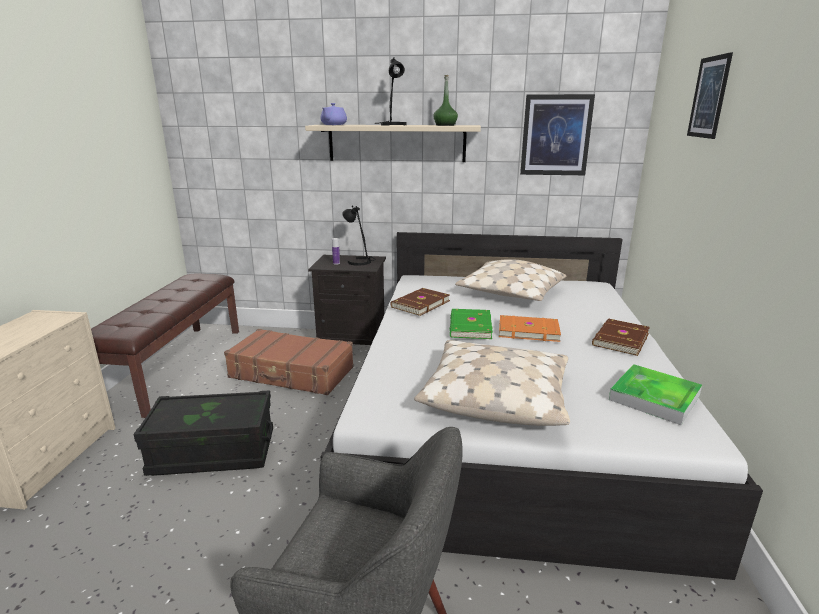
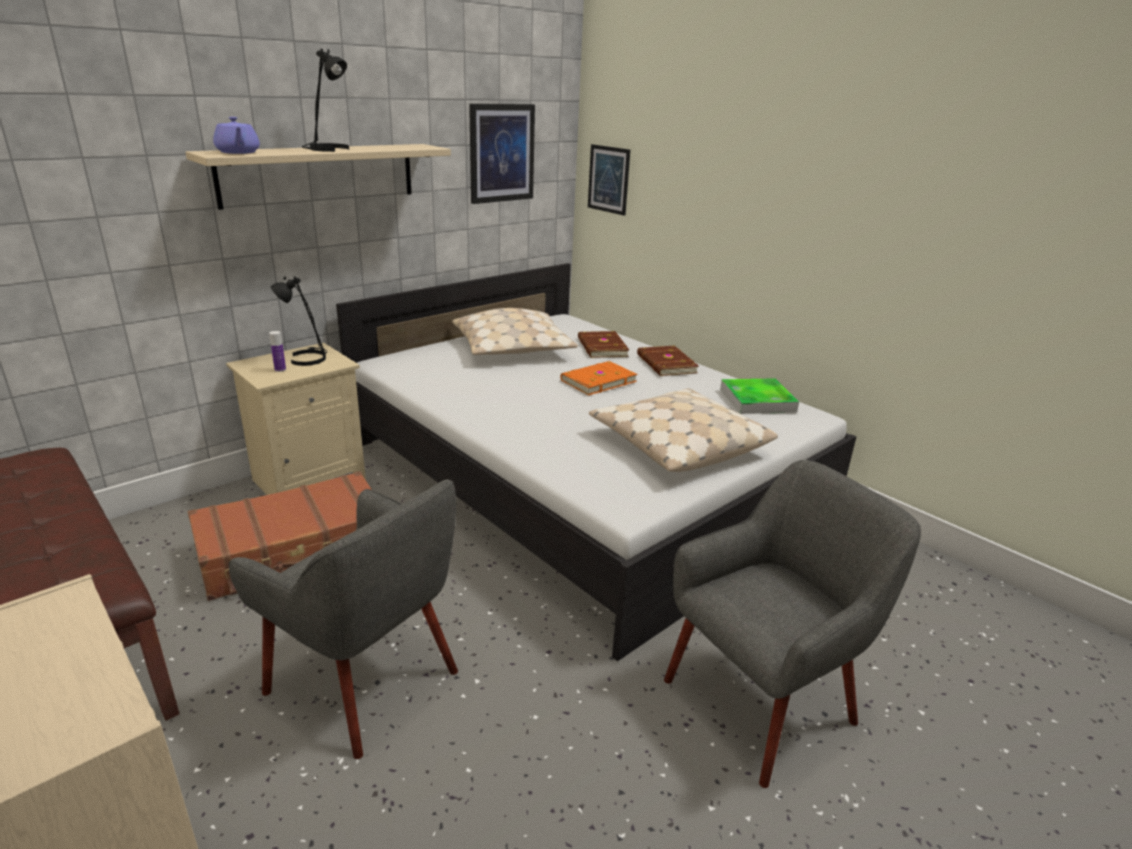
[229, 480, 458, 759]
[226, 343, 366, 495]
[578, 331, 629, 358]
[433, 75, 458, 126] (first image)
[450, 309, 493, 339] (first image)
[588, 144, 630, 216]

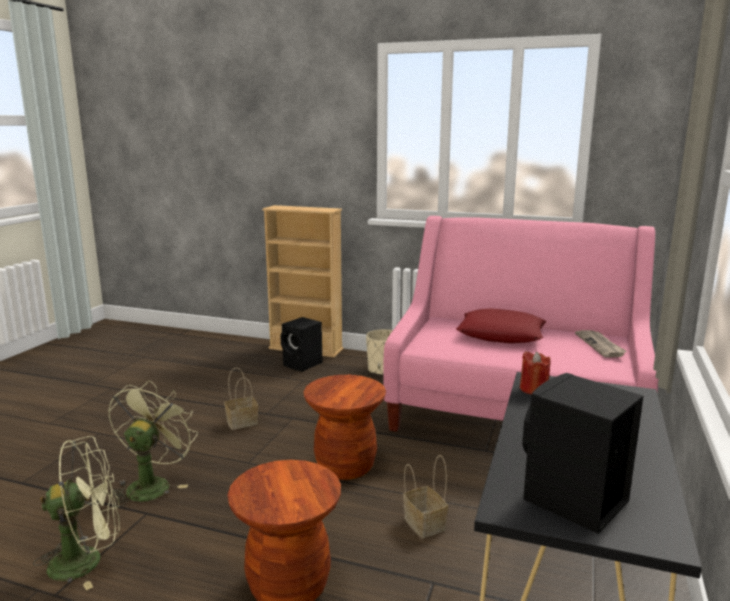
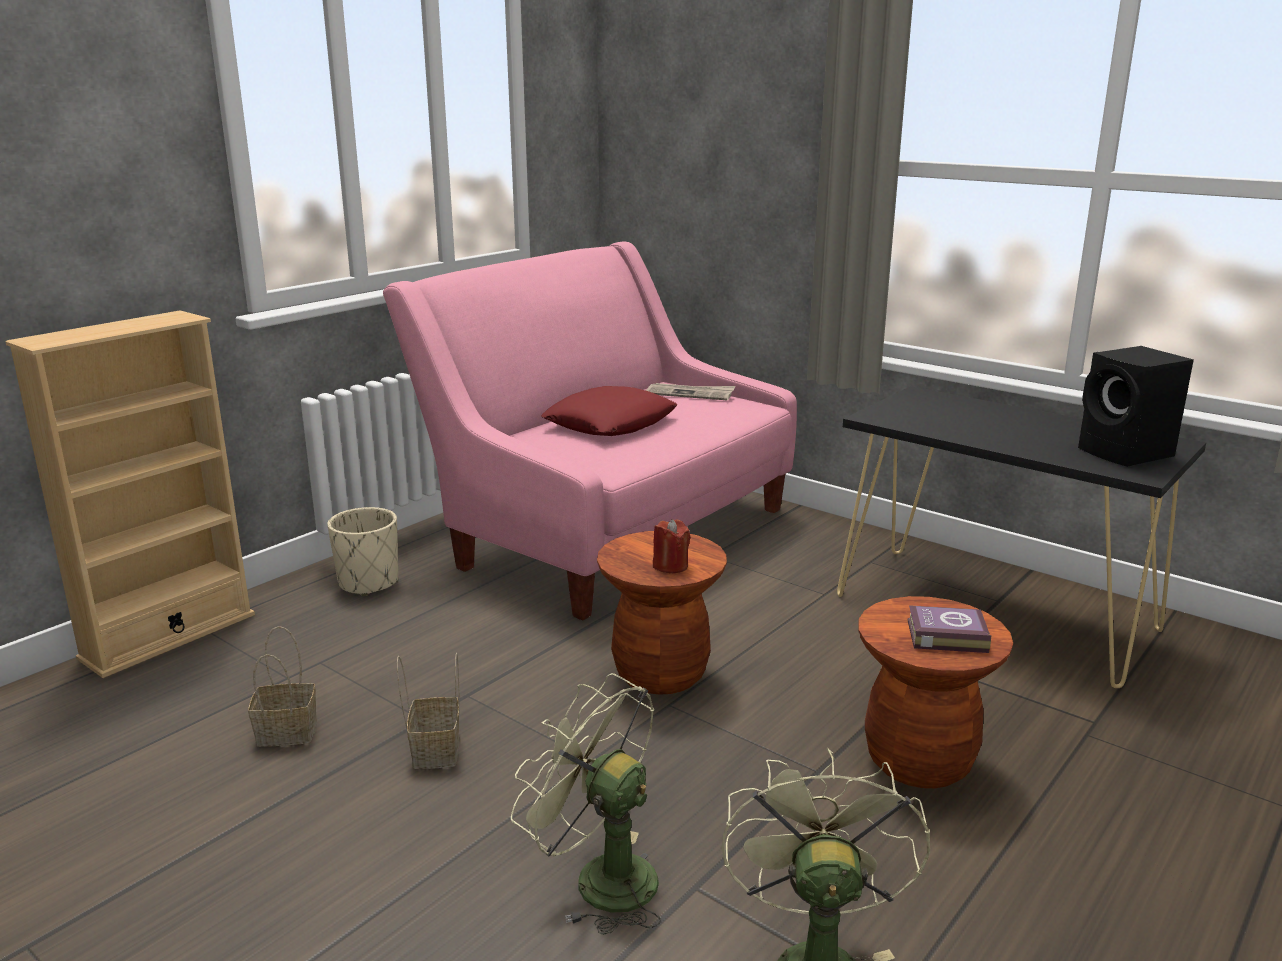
[280, 317, 323, 372] (first image)
[248, 626, 317, 747]
[653, 519, 691, 573]
[908, 605, 991, 653]

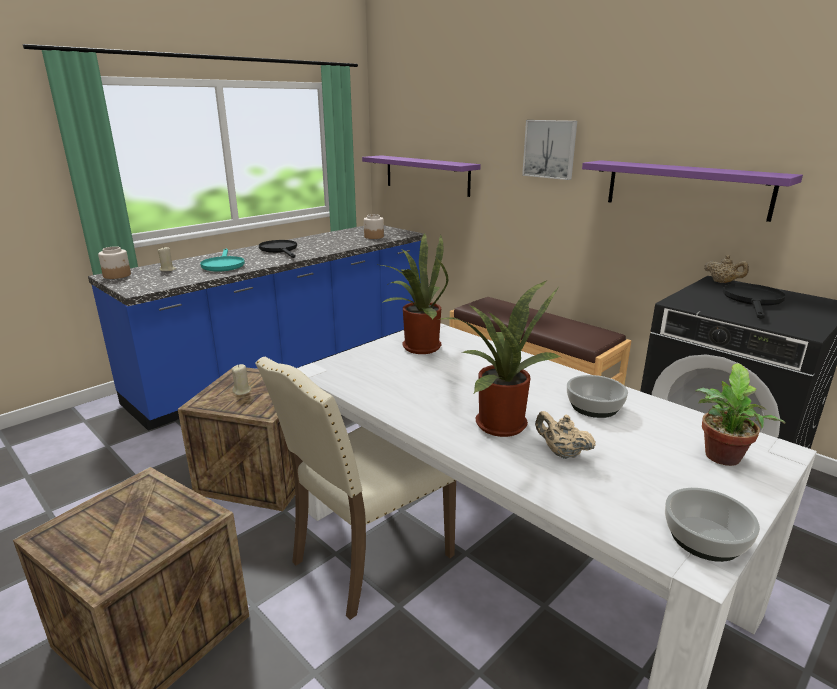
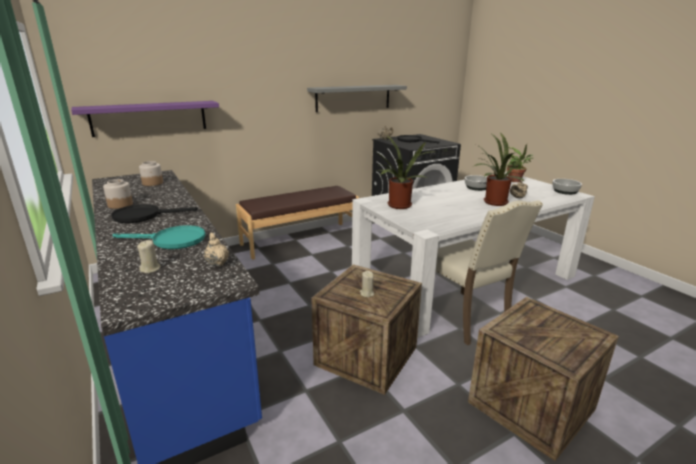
[103, 179, 133, 209]
[522, 120, 577, 180] (first image)
[307, 85, 407, 112]
[204, 233, 229, 266]

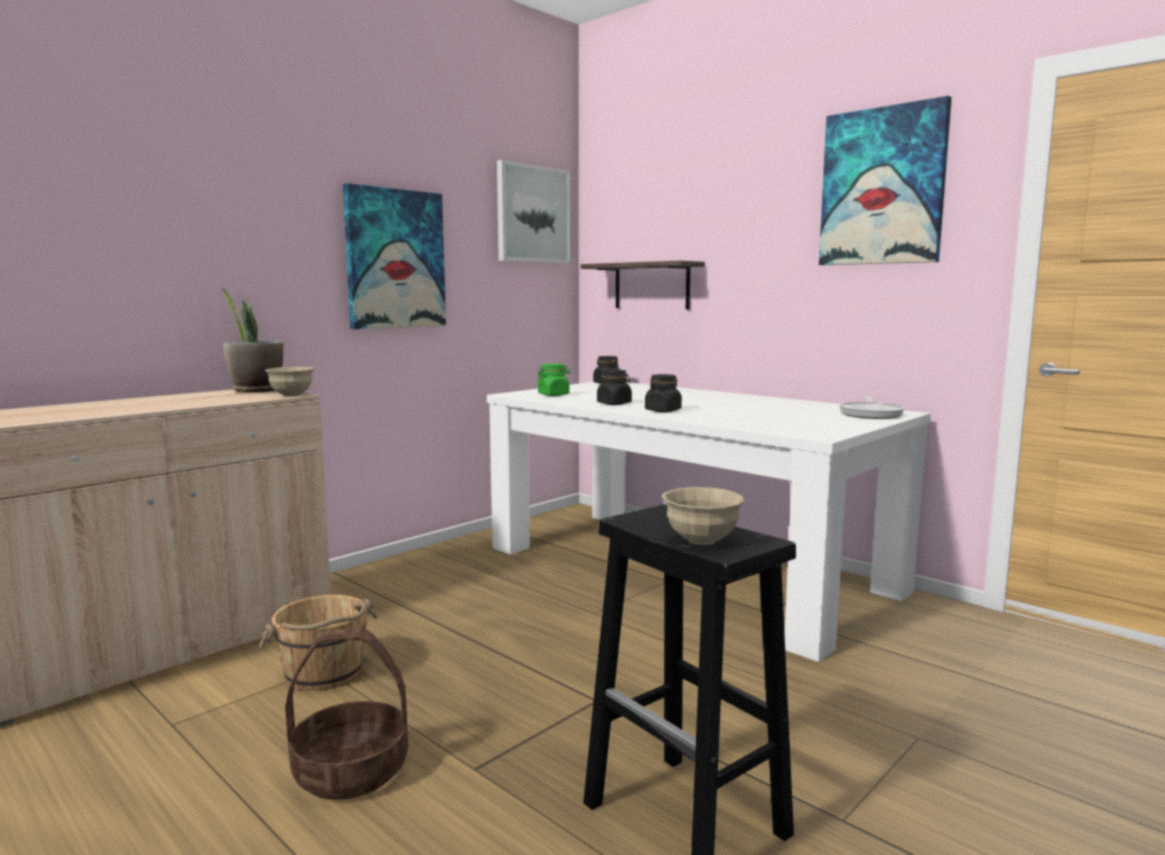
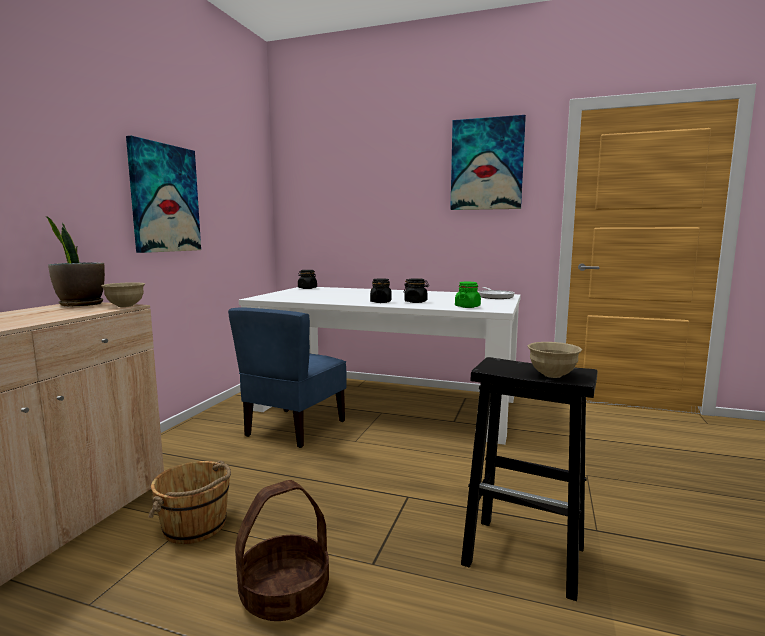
[497, 160, 571, 264] (first image)
[455, 282, 481, 308]
[580, 261, 705, 309] (first image)
[403, 278, 429, 303]
[228, 308, 347, 448]

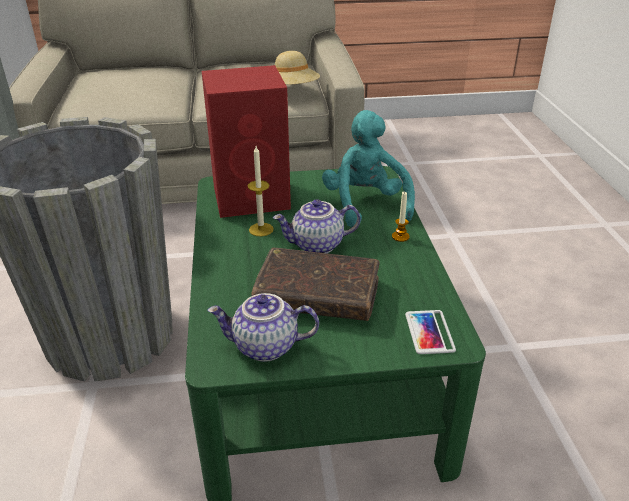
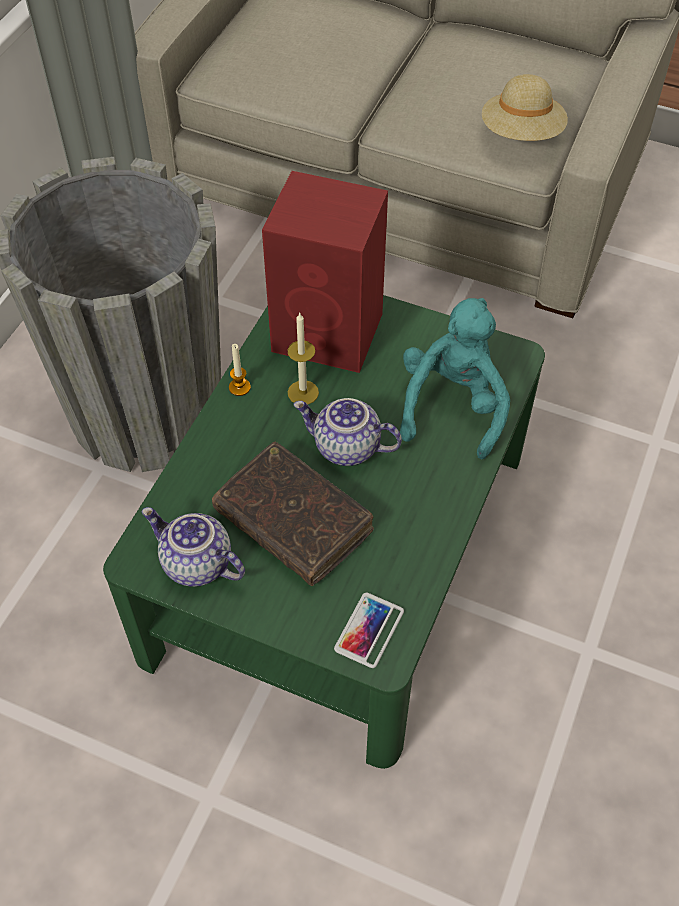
[229, 344, 251, 396]

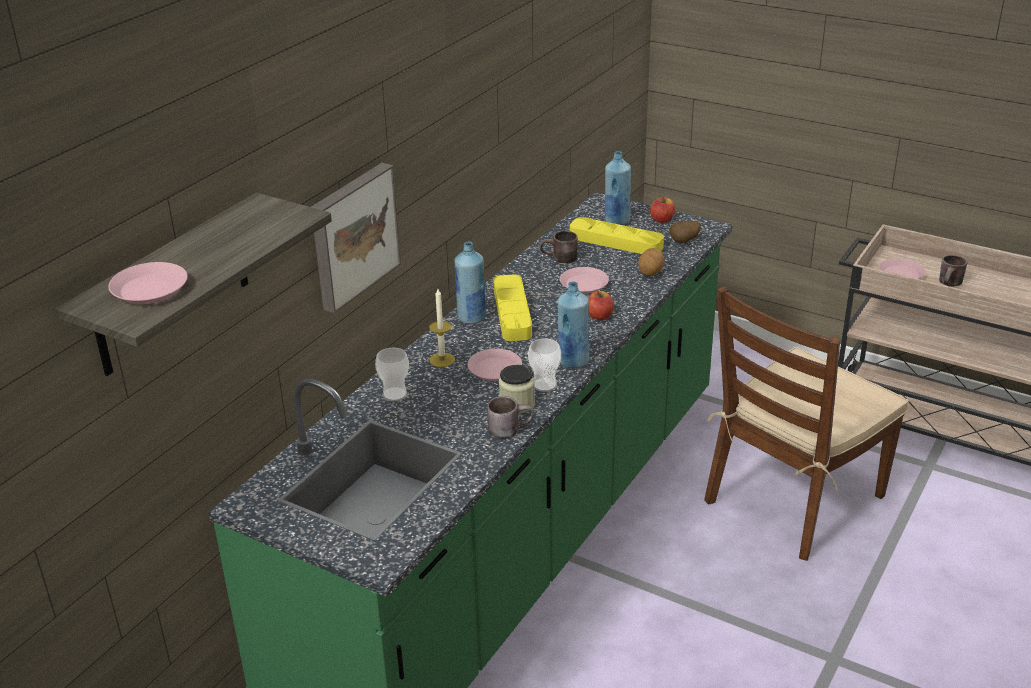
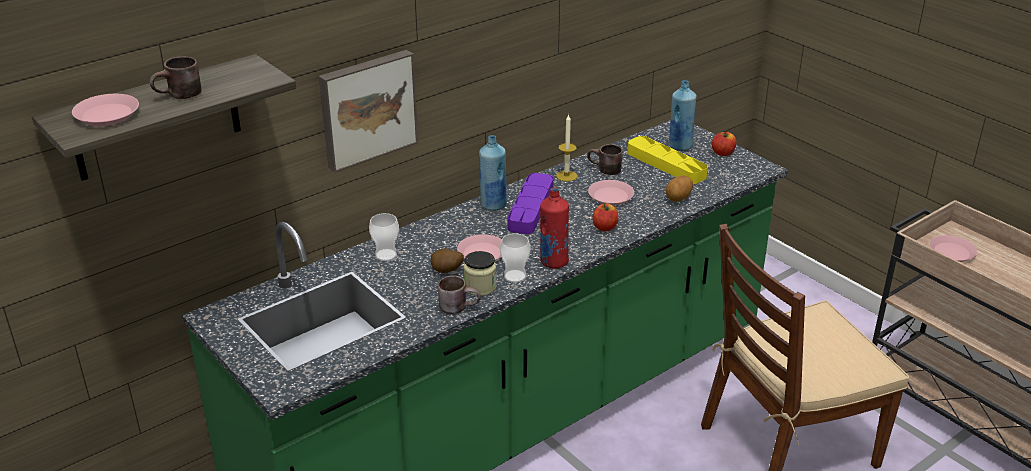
[556, 114, 577, 181]
[508, 173, 554, 234]
[540, 188, 569, 269]
[431, 249, 464, 273]
[149, 56, 201, 99]

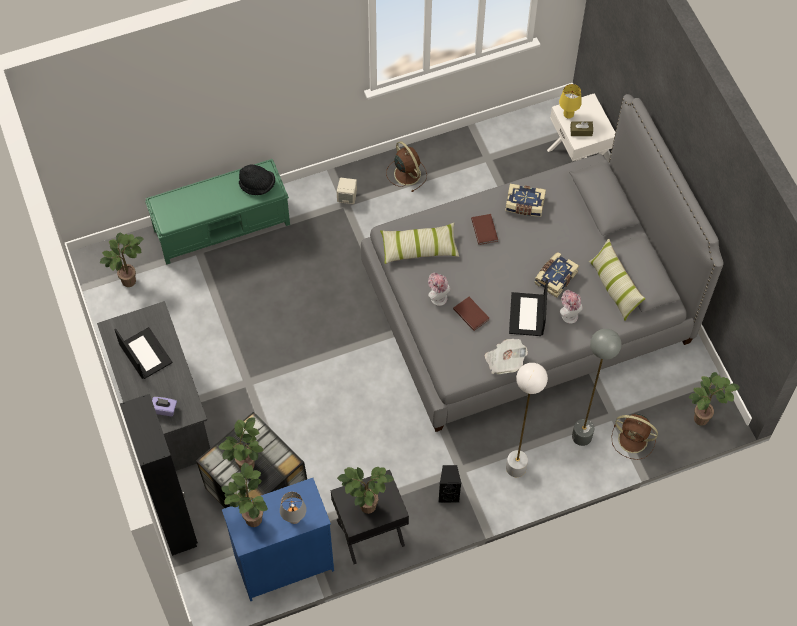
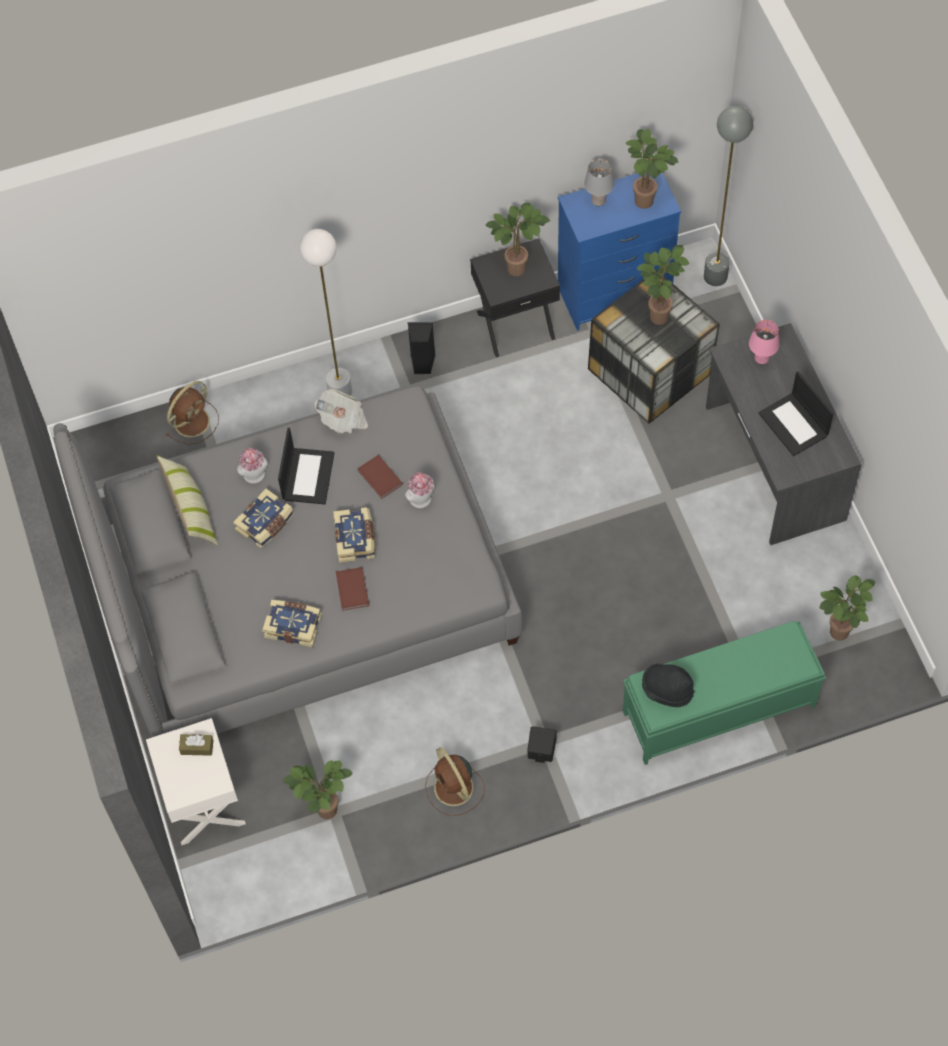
[120, 394, 198, 556] (first image)
[749, 320, 779, 364]
[527, 726, 556, 763]
[380, 223, 459, 264] (first image)
[559, 84, 582, 119] (first image)
[704, 106, 753, 286]
[166, 381, 219, 445]
[283, 760, 353, 819]
[333, 507, 375, 563]

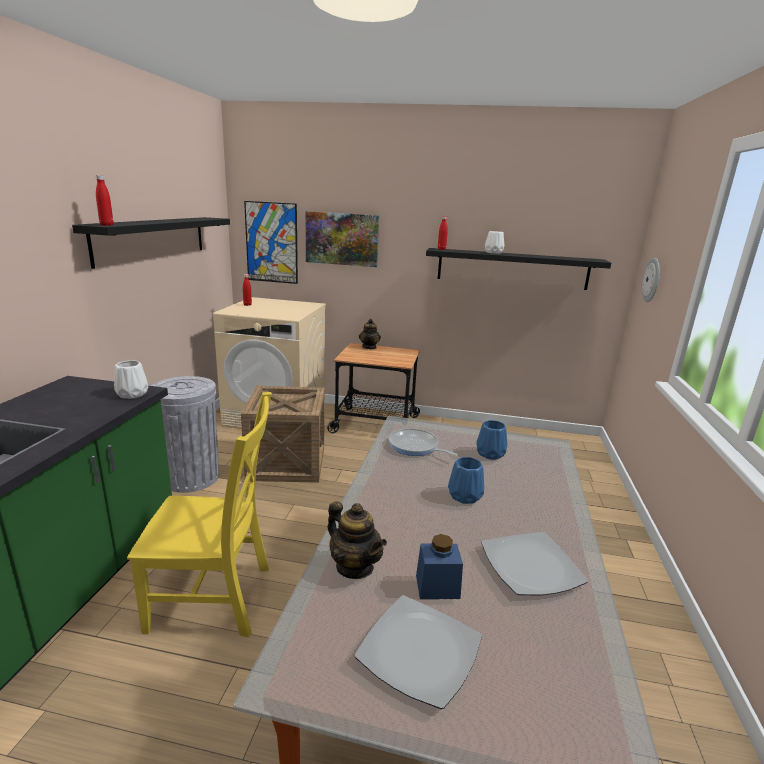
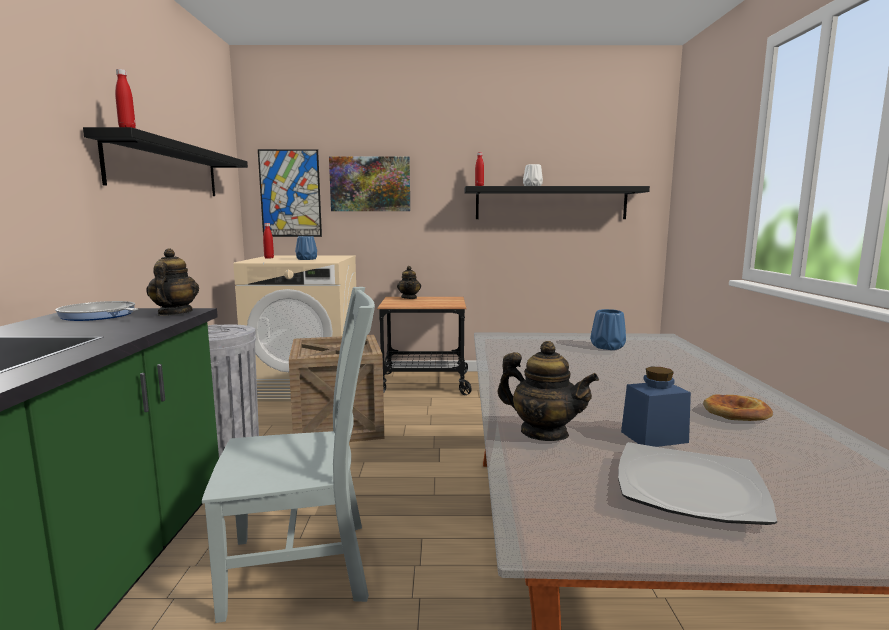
[146, 248, 199, 316]
[202, 287, 375, 623]
[55, 301, 138, 321]
[295, 236, 317, 260]
[703, 394, 773, 421]
[642, 258, 660, 302] (first image)

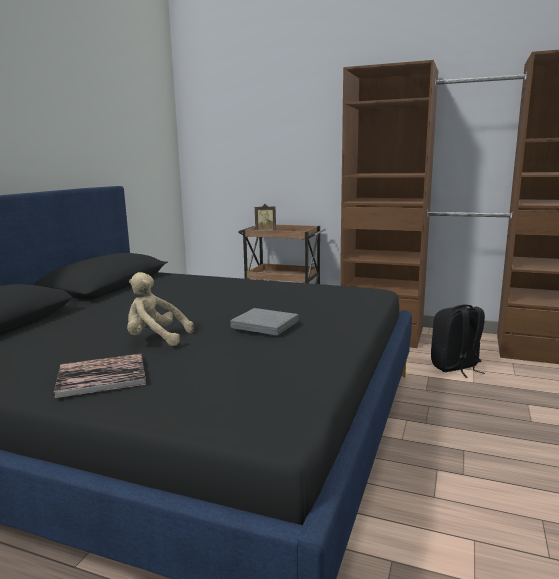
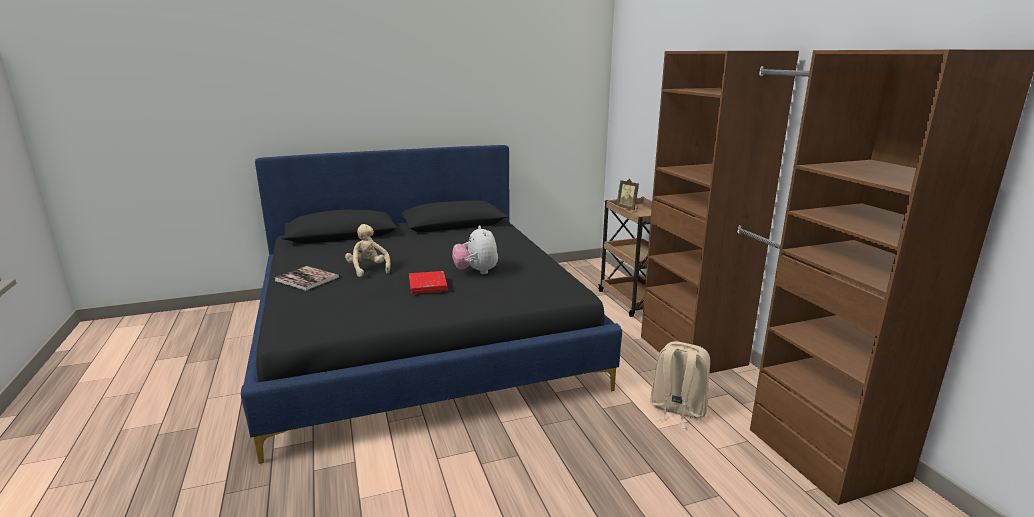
[409, 271, 448, 294]
[650, 341, 710, 429]
[452, 225, 498, 274]

